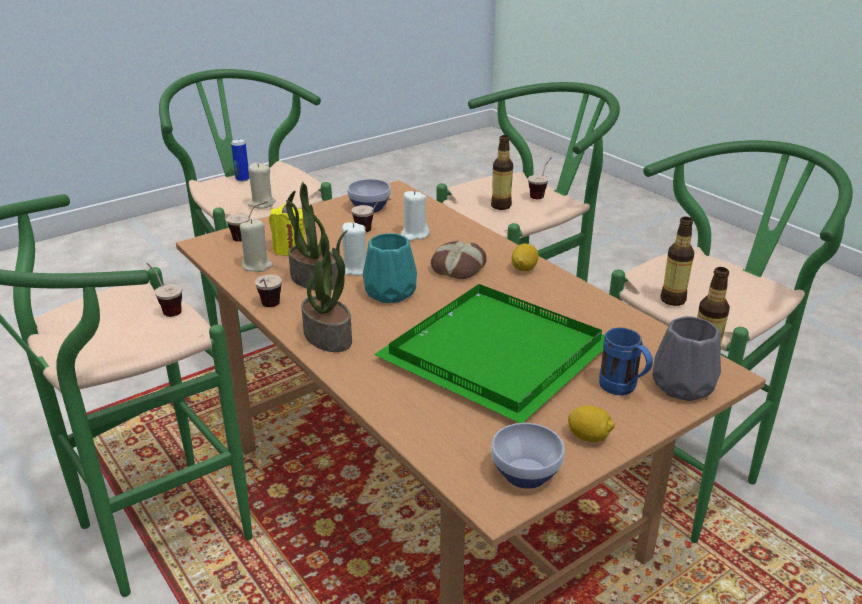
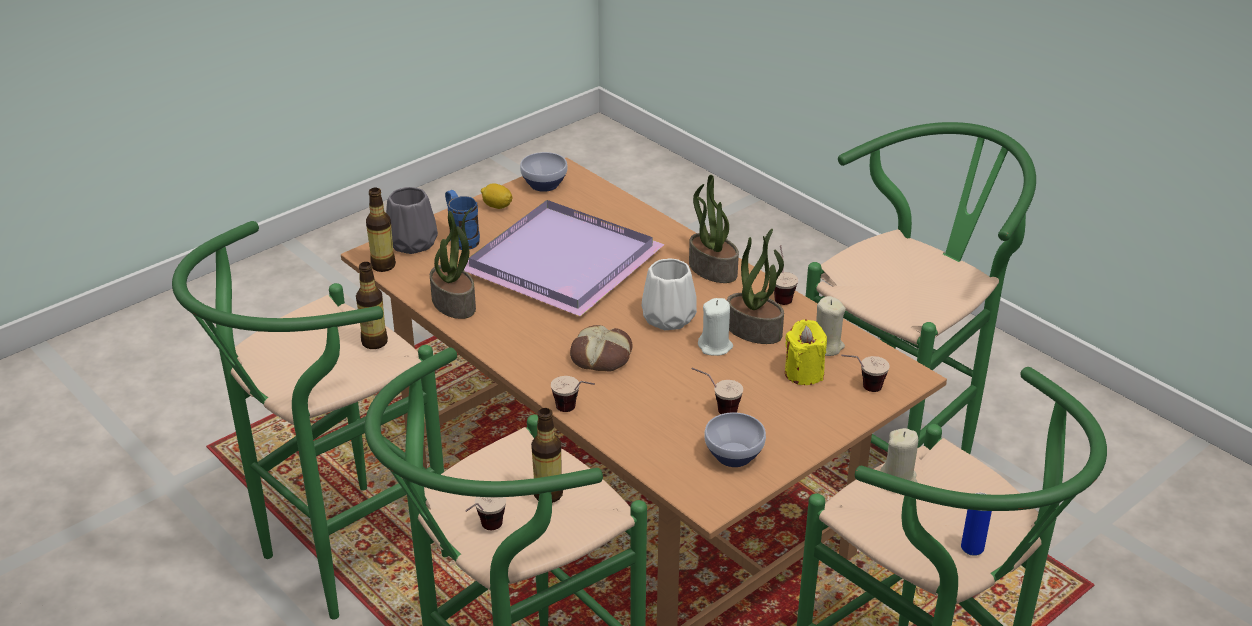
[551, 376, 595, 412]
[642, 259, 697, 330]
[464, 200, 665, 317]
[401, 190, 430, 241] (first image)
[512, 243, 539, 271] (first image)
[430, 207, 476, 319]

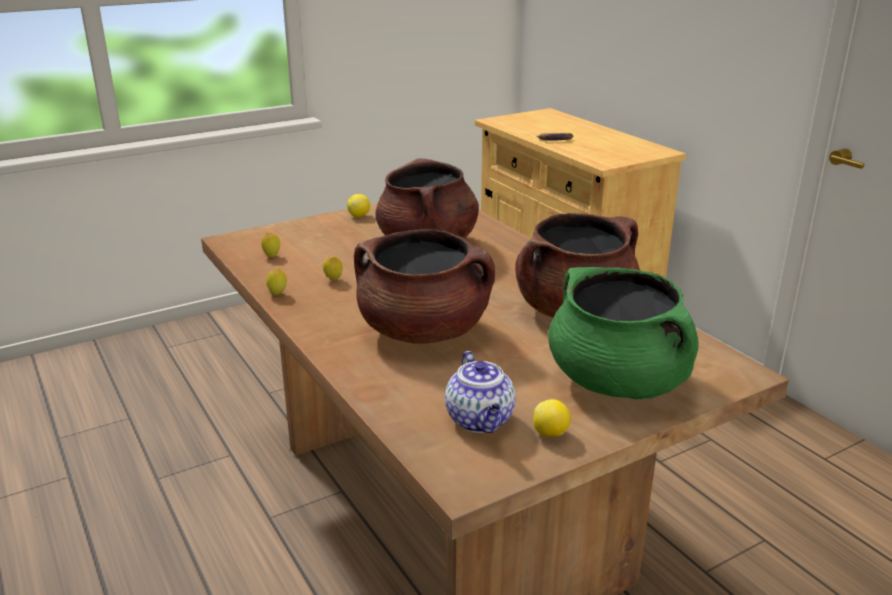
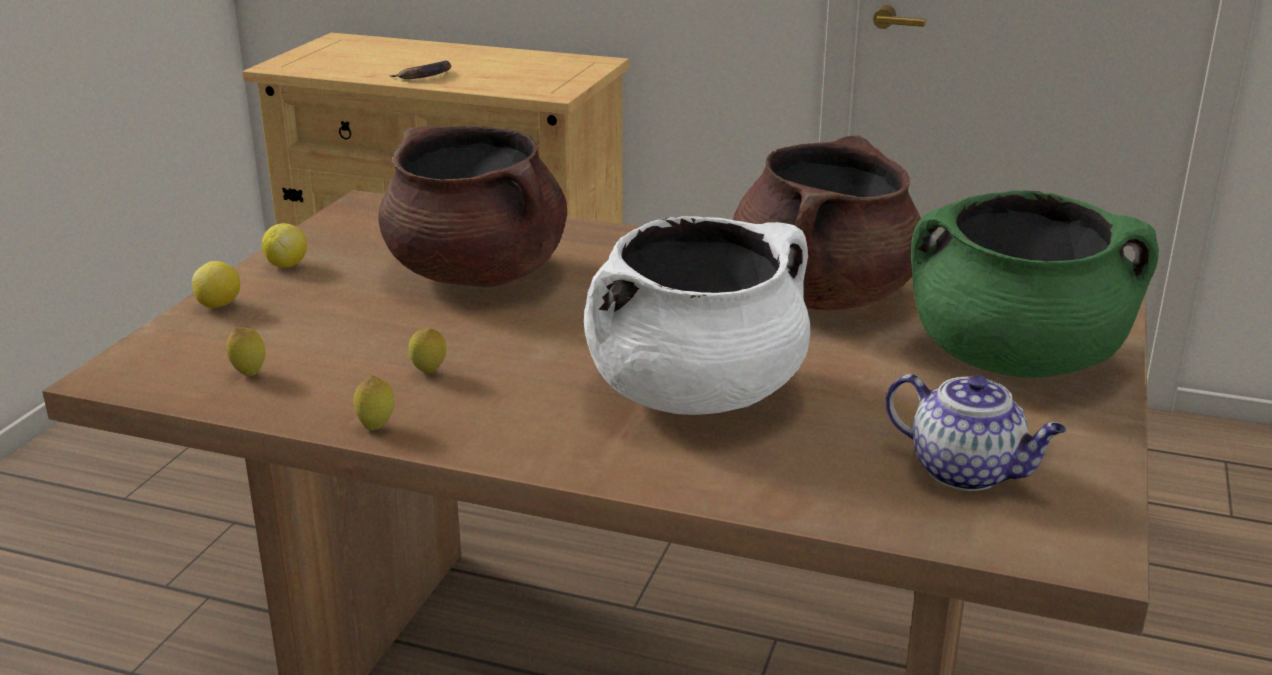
[584, 216, 810, 415]
[192, 261, 240, 308]

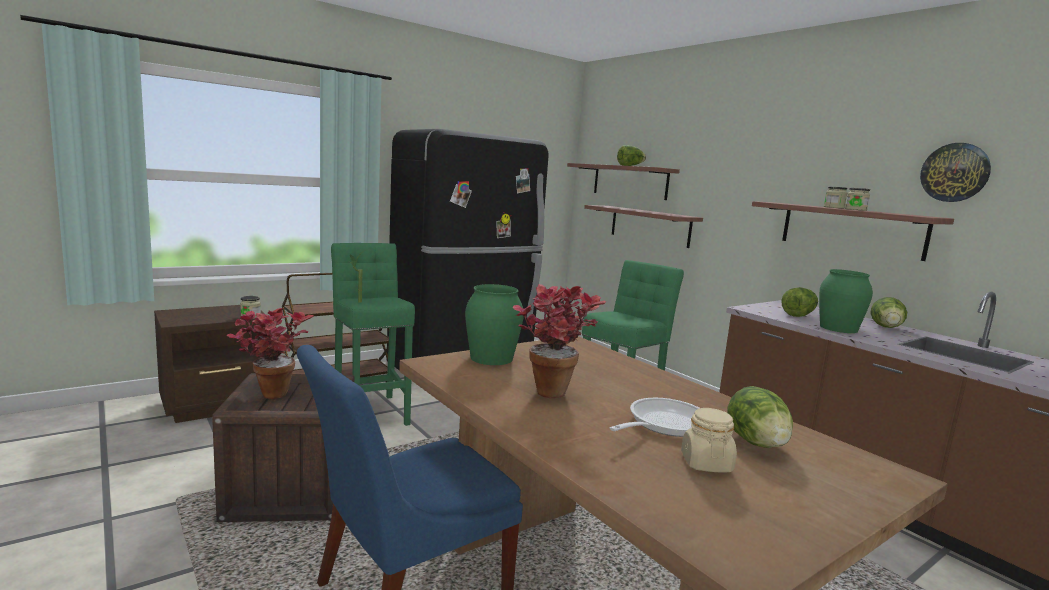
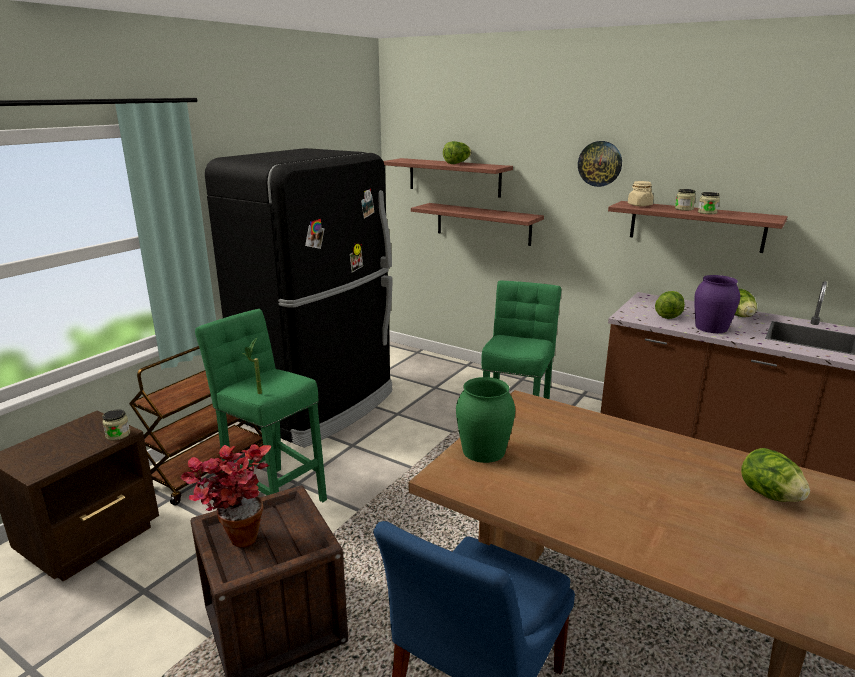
[513, 284, 606, 398] (first image)
[610, 398, 699, 437] (first image)
[628, 181, 653, 206]
[694, 275, 740, 333]
[578, 141, 622, 187]

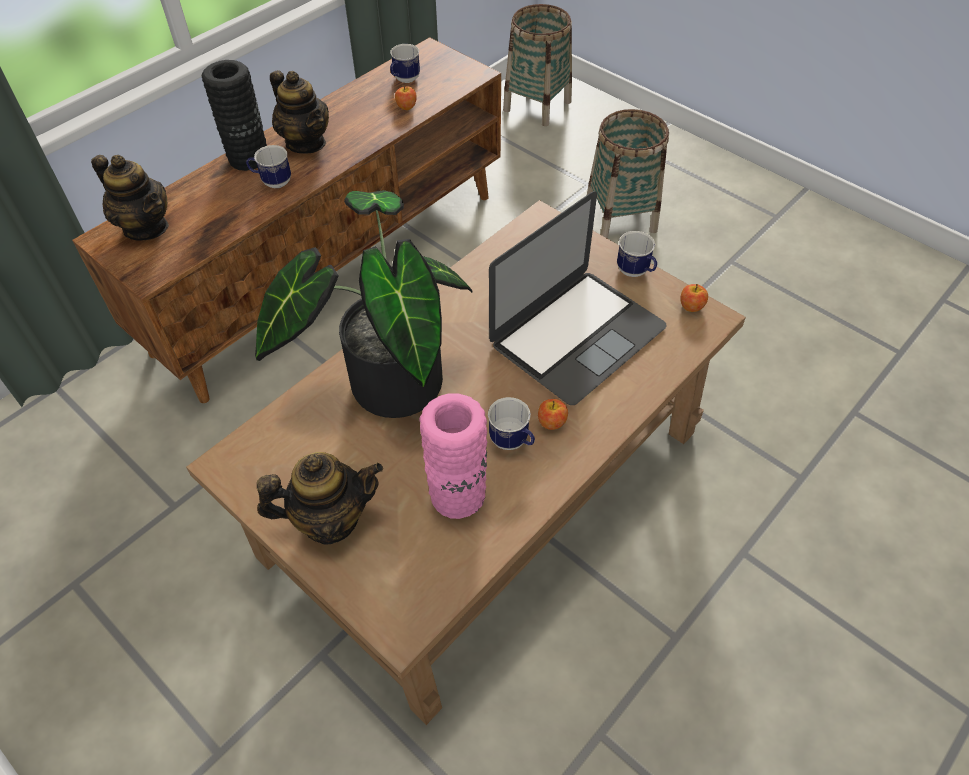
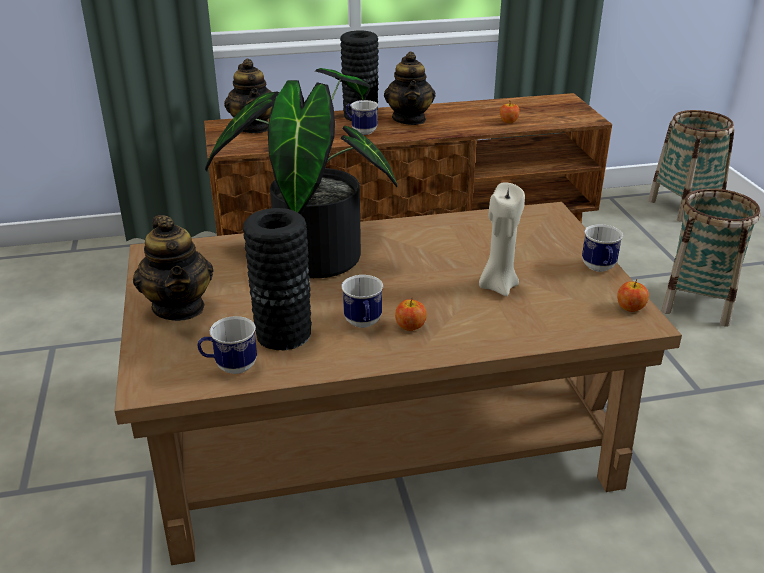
[133, 215, 213, 321]
[197, 316, 257, 374]
[243, 208, 312, 350]
[479, 182, 525, 296]

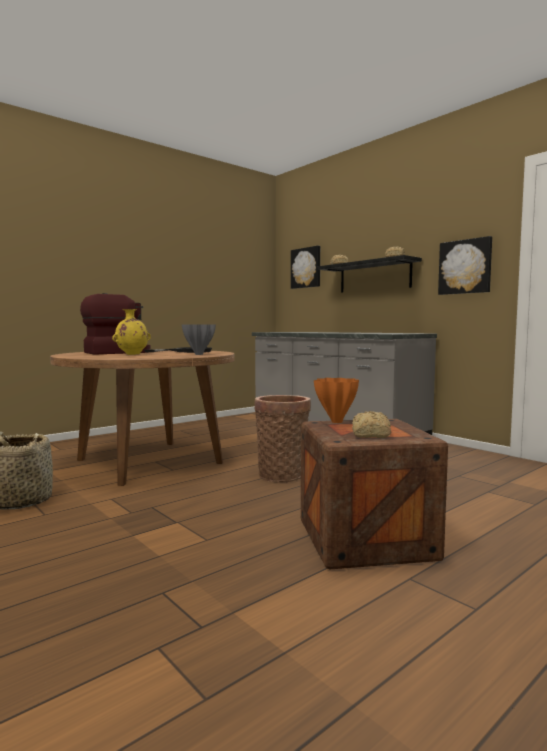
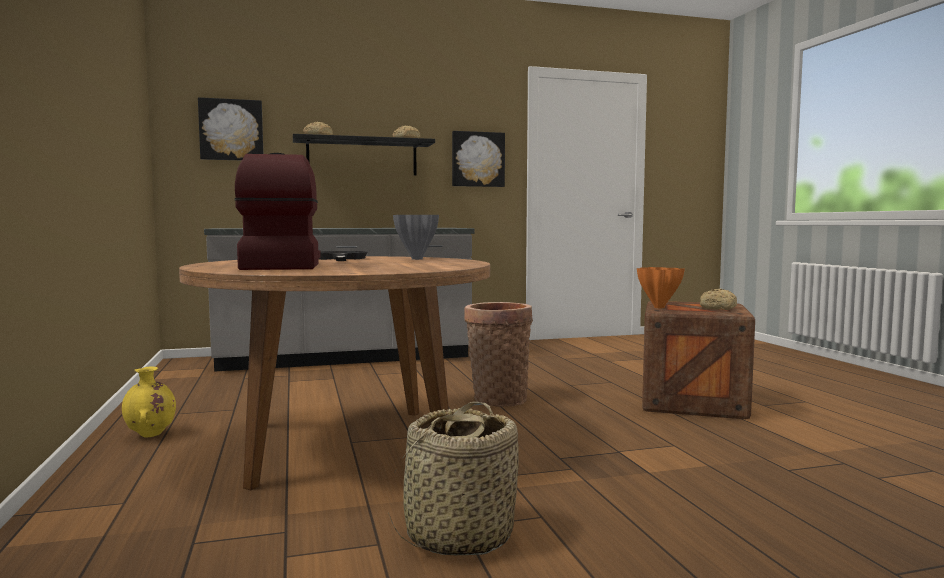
[122, 367, 176, 437]

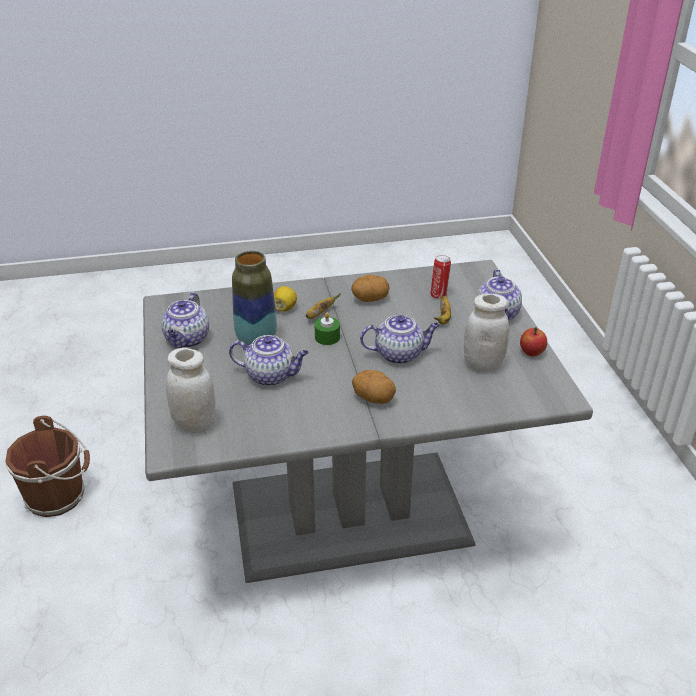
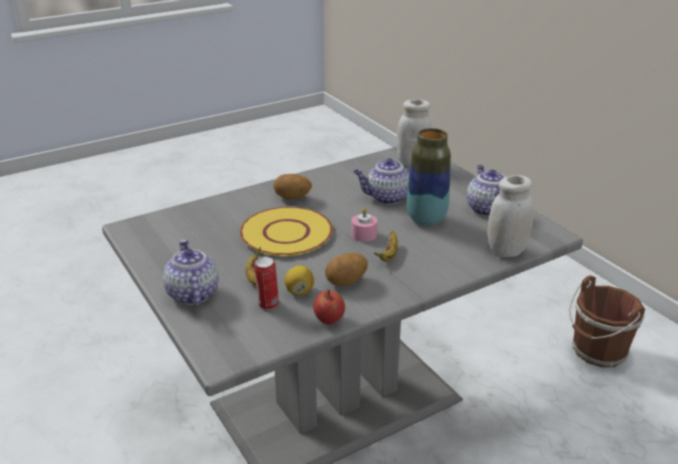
[284, 266, 314, 296]
[351, 208, 377, 242]
[240, 207, 333, 256]
[487, 175, 534, 257]
[313, 289, 345, 324]

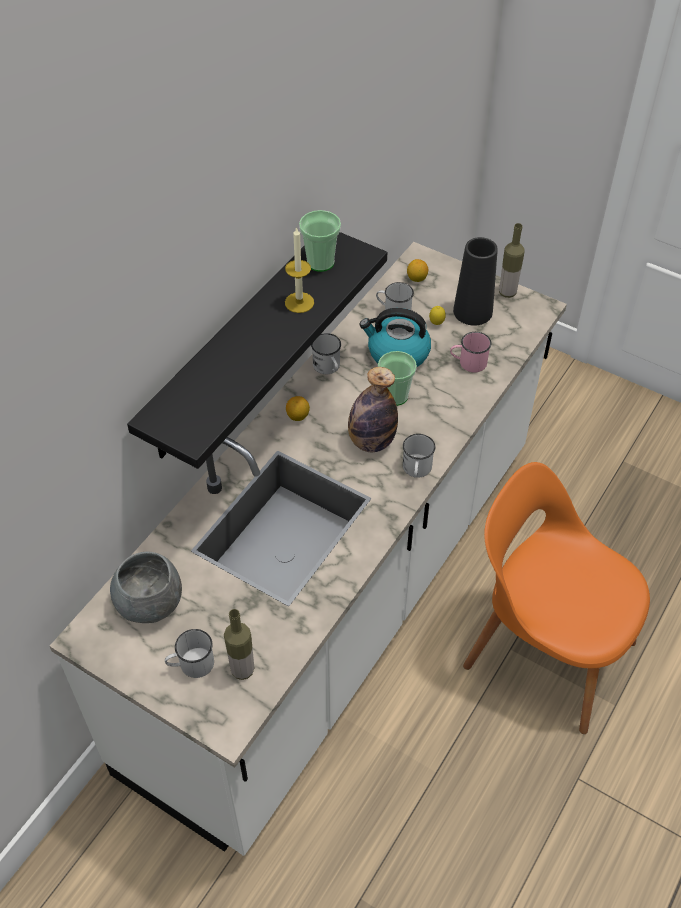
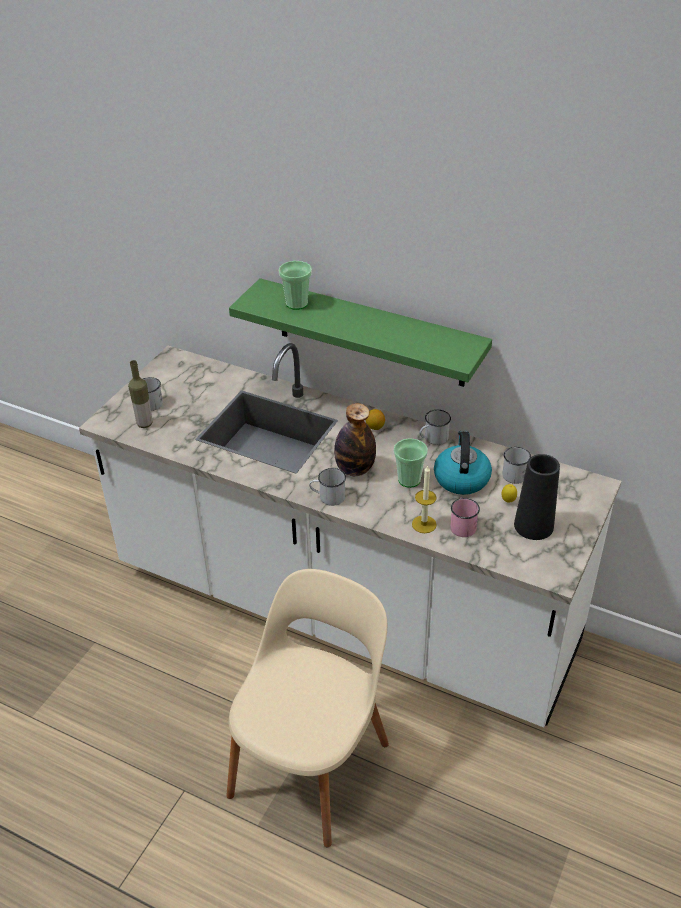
[110, 552, 182, 623] (first image)
[229, 278, 492, 387]
[412, 465, 437, 533]
[279, 261, 312, 310]
[407, 259, 428, 282] (first image)
[226, 569, 389, 847]
[499, 223, 525, 298] (first image)

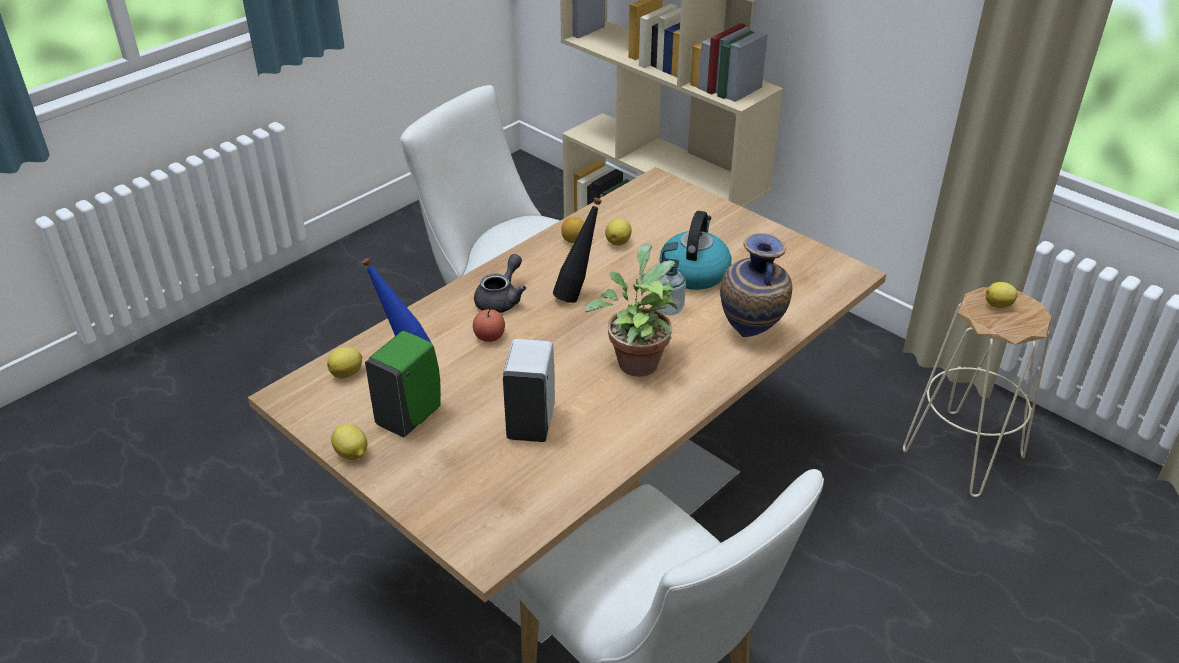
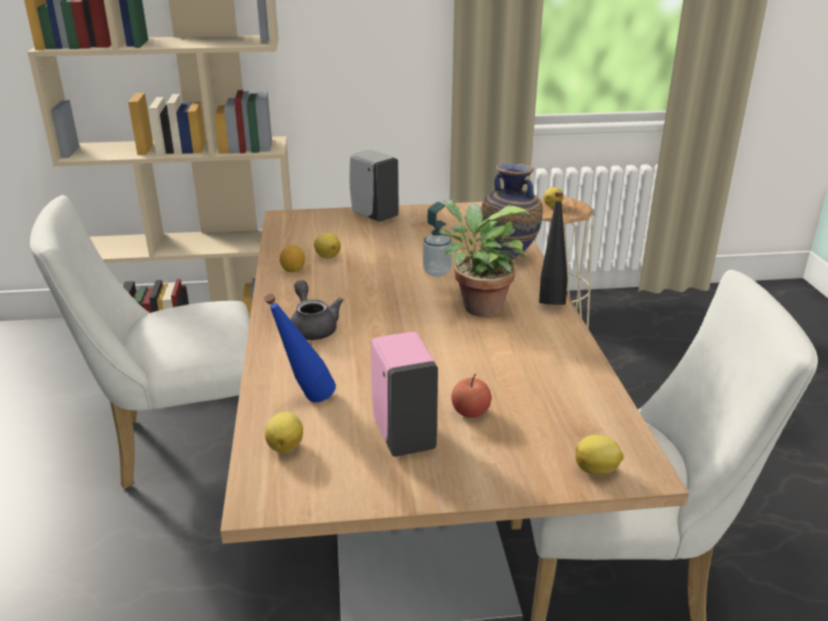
[575, 435, 624, 475]
[371, 332, 438, 457]
[451, 373, 492, 418]
[349, 150, 399, 222]
[539, 193, 567, 305]
[659, 211, 731, 290] (first image)

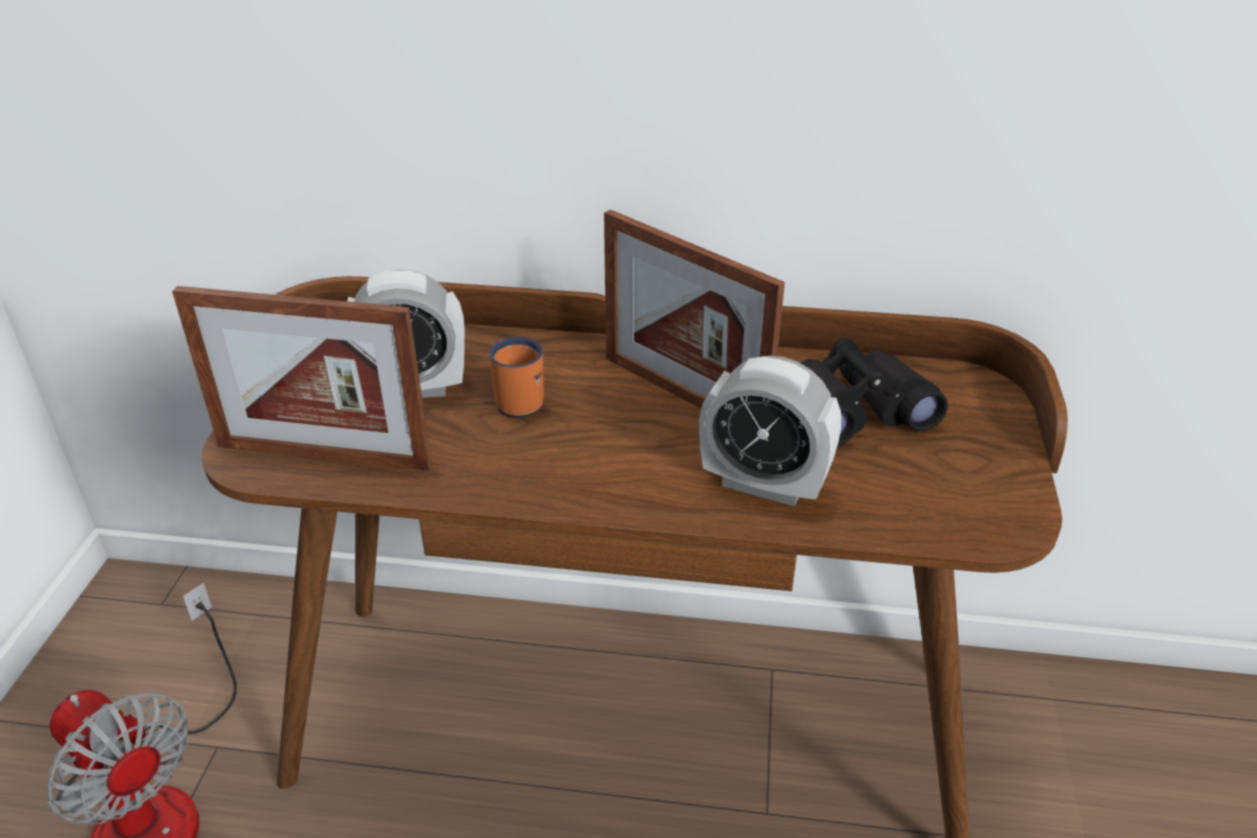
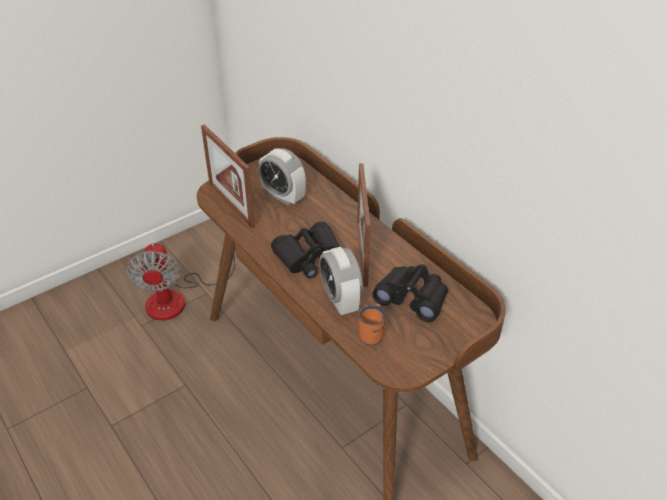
[359, 303, 386, 345]
[271, 221, 340, 278]

